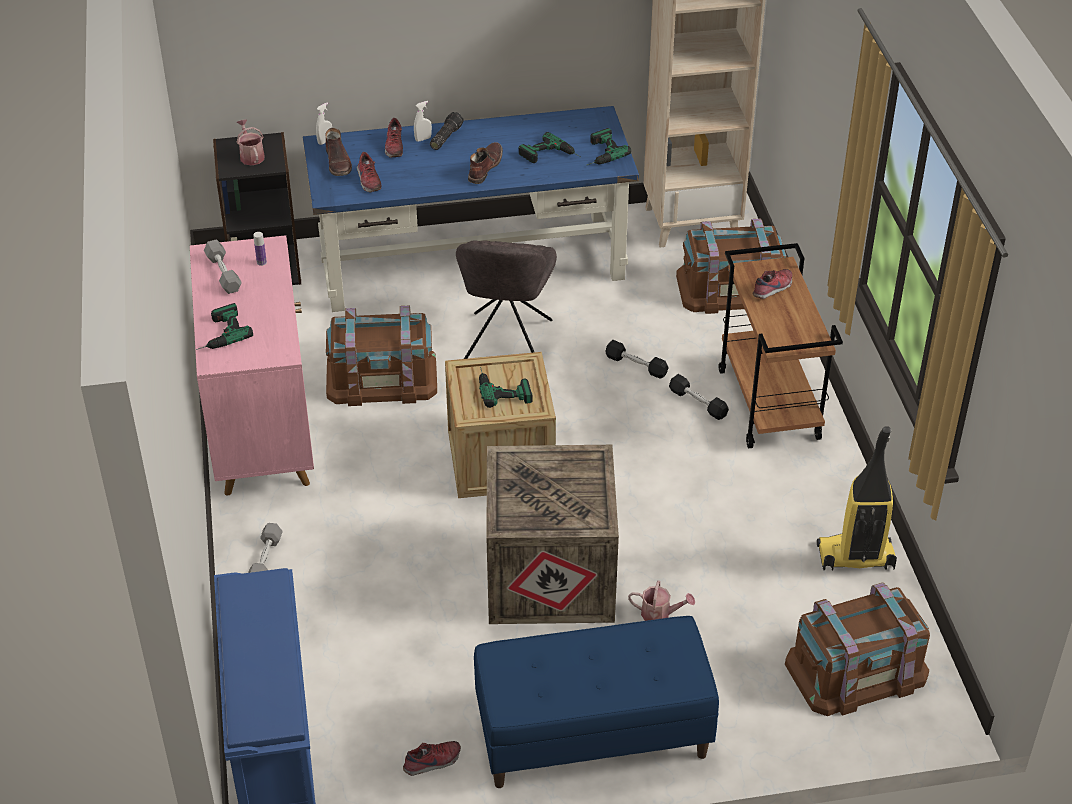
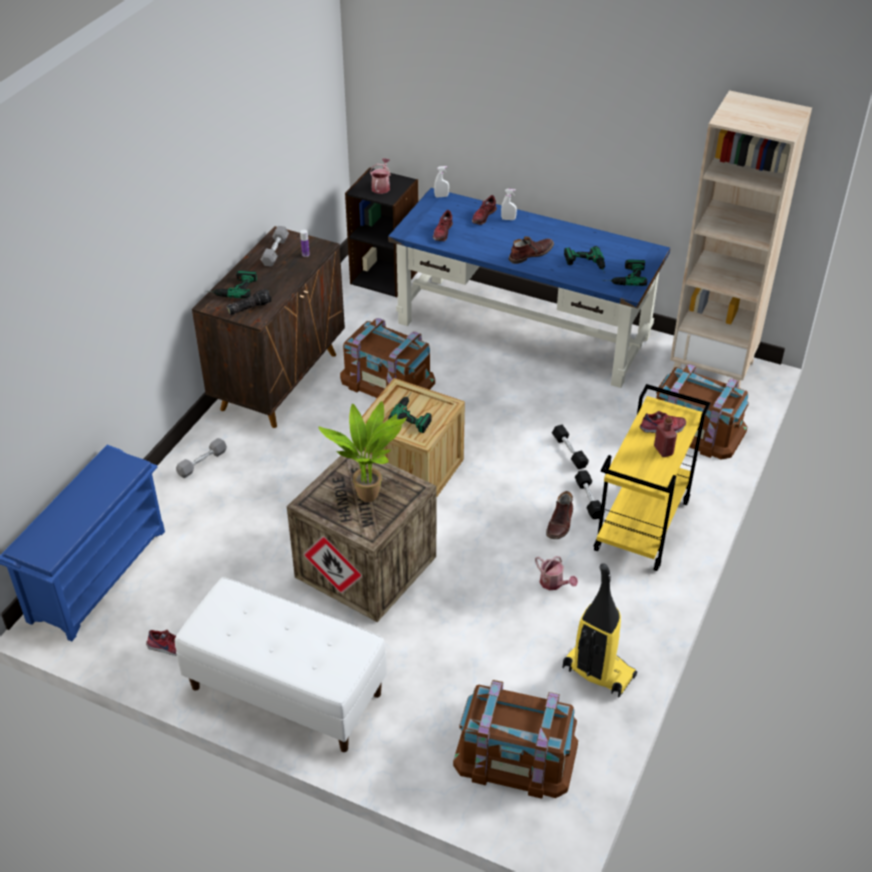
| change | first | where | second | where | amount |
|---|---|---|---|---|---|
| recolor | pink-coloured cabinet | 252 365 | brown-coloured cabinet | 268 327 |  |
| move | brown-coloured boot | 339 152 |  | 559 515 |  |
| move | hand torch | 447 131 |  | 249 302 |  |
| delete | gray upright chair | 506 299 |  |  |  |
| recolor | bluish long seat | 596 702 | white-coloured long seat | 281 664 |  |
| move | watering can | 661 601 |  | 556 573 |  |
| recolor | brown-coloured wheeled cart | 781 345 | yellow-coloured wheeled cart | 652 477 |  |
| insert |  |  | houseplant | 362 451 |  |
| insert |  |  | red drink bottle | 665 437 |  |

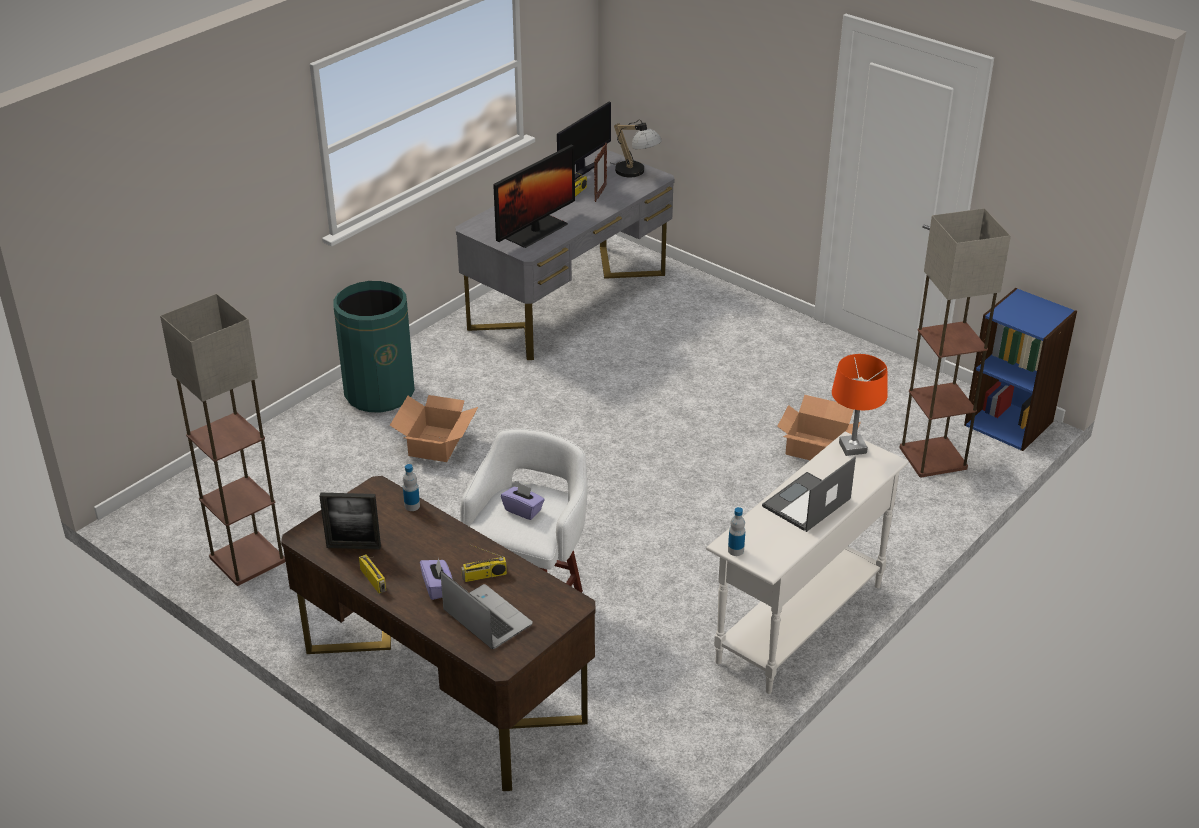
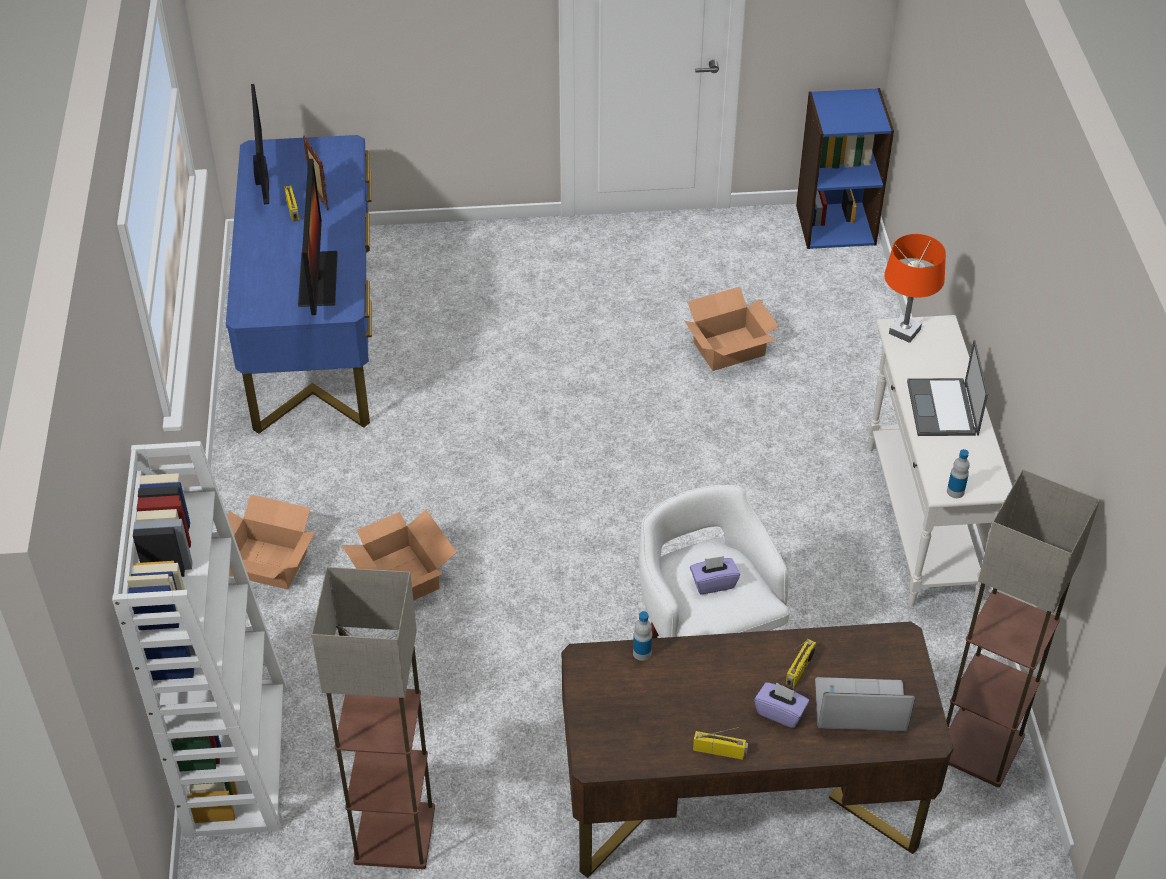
| change | first | where | second | where | amount |
|---|---|---|---|---|---|
| delete | photo frame | 350 521 |  |  |  |
| replace | greenish trash can | 374 346 | cardboard box | 271 542 |  |
| recolor | gray desk unit | 564 254 | bluish desk unit | 299 284 |  |
| delete | table lamp | 636 148 |  |  |  |
| move | standing lamp | 955 342 |  | 1023 628 |  |
| insert |  |  | white-coloured bookcase | 199 639 |  |

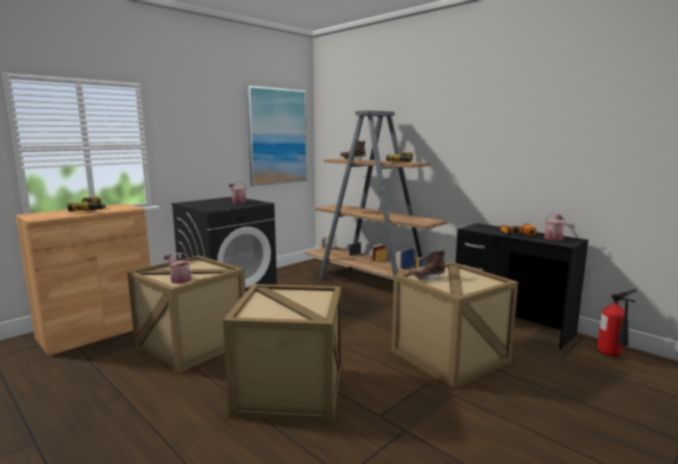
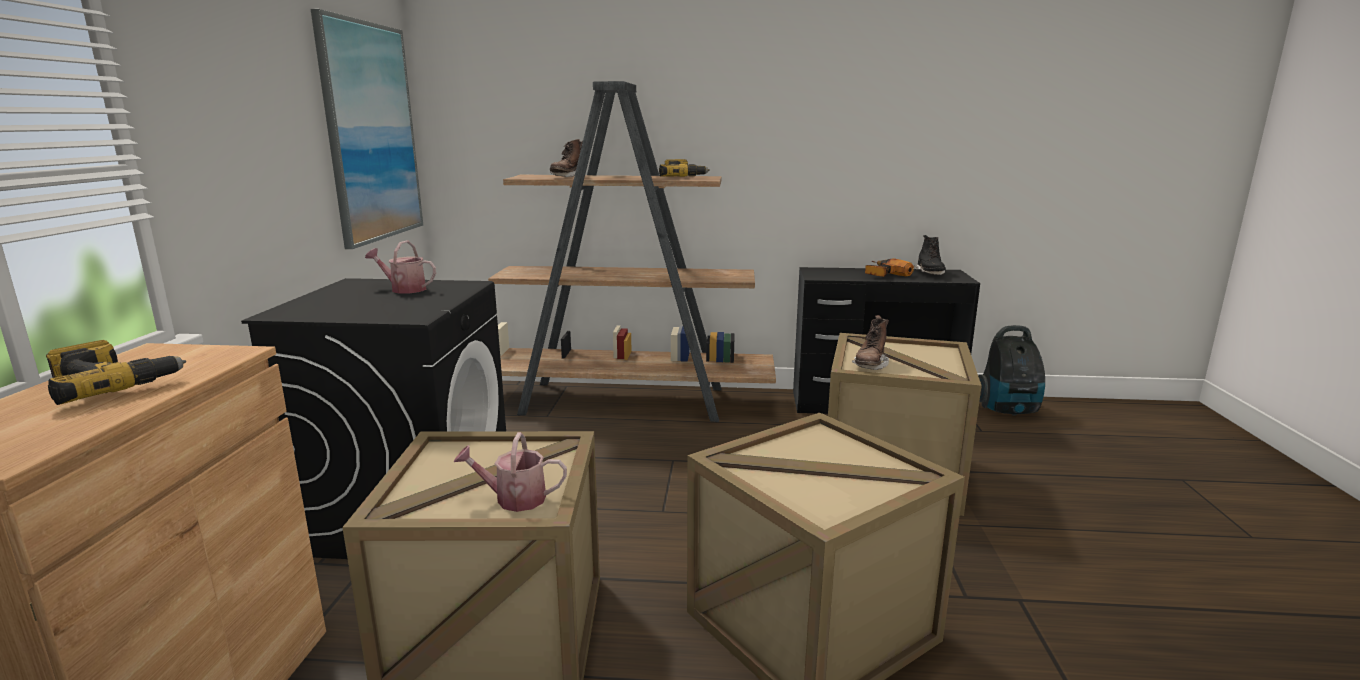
| change | first | where | second | where | amount |
|---|---|---|---|---|---|
| replace | watering can | 555 227 | black-coloured boot | 930 255 |  |
| replace | fire-fighting cylinder | 617 322 | vacuum cleaner | 1011 370 |  |

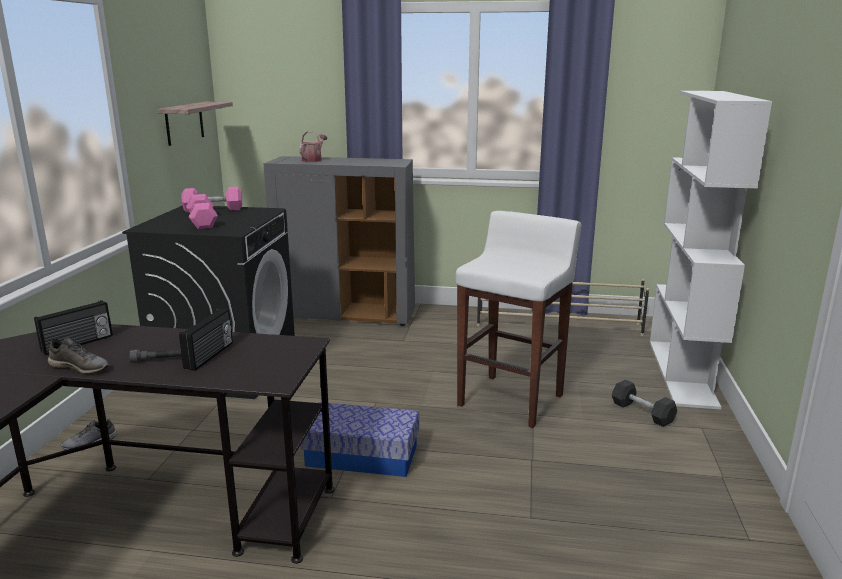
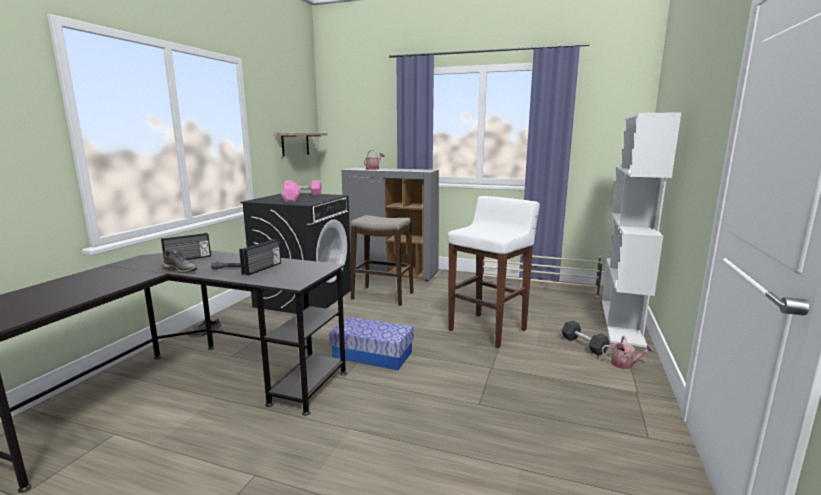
| change | first | where | second | where | amount |
|---|---|---|---|---|---|
| insert |  |  | stool | 382 260 |  |
| insert |  |  | watering can | 628 352 |  |

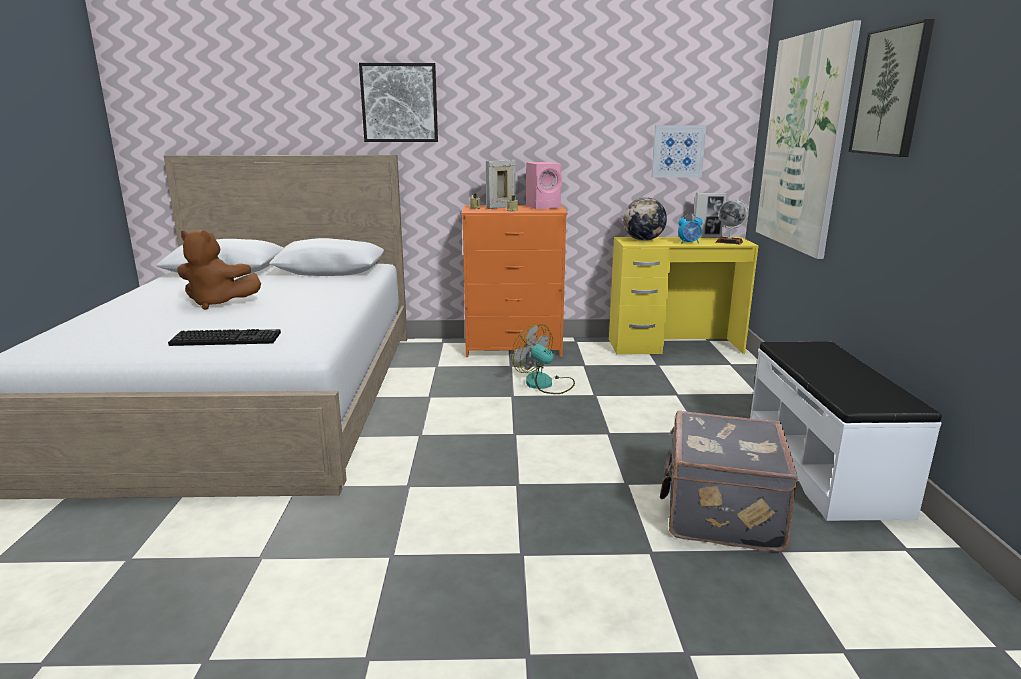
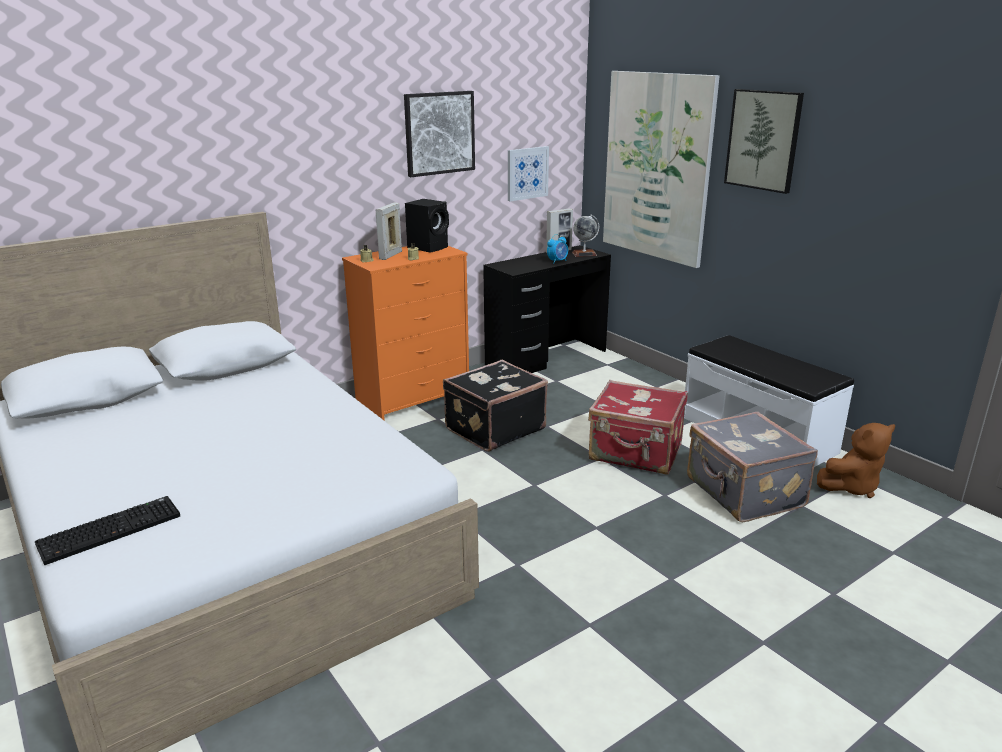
| change | first | where | second | where | amount |
|---|---|---|---|---|---|
| move | PC keyboard | 224 337 |  | 107 530 |  |
| move | brown-coloured cuddly toy | 219 270 |  | 856 460 |  |
| move | wall art | 398 102 |  | 439 134 |  |
| replace | fan | 543 359 | black-coloured travel case | 495 406 |  |
| recolor | pink-coloured audio speaker | 544 185 | black-coloured audio speaker | 427 226 |  |
| recolor | yellow-coloured desk unit | 683 295 | black-coloured desk unit | 547 309 |  |
| delete | desk globe | 645 219 |  |  |  |
| insert |  |  | red travel case | 638 427 |  |

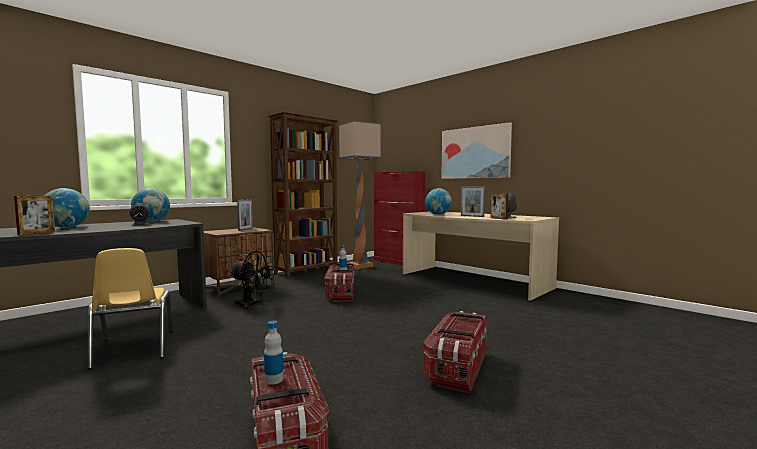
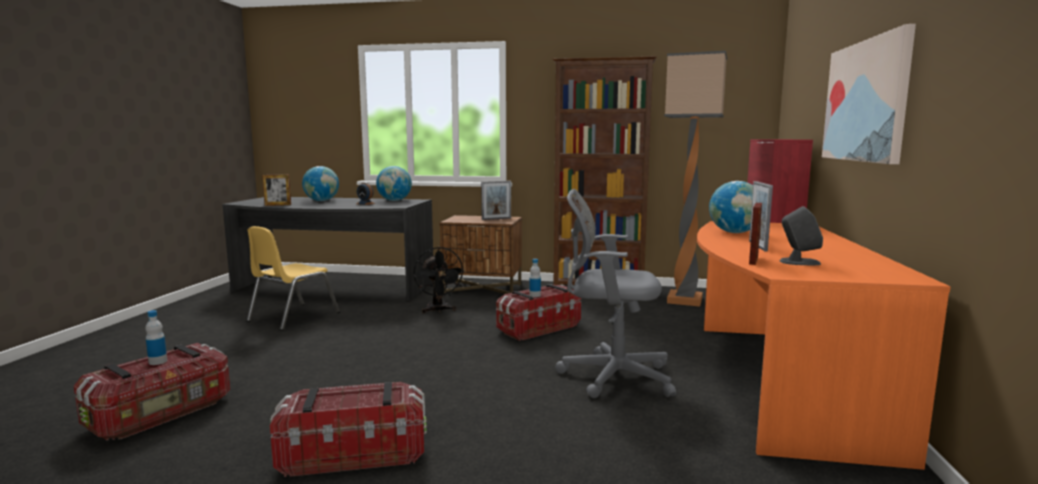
| change | first | where | second | where | amount |
|---|---|---|---|---|---|
| recolor | beige desk unit | 481 256 | orangey desk unit | 824 345 |  |
| insert |  |  | gray computer chair | 615 293 |  |

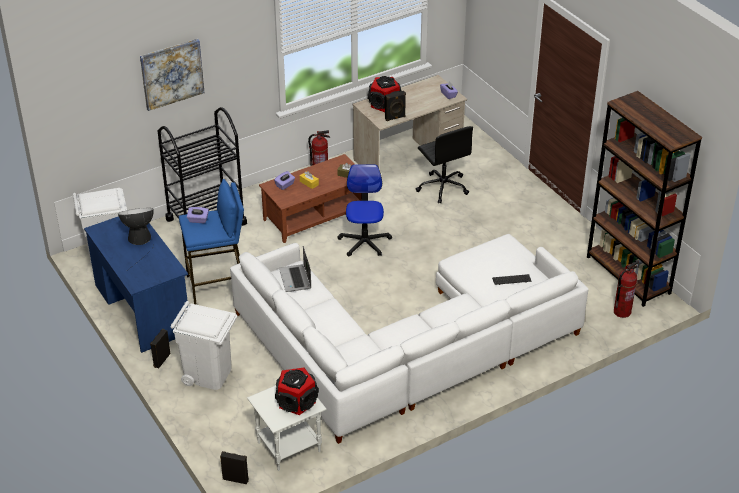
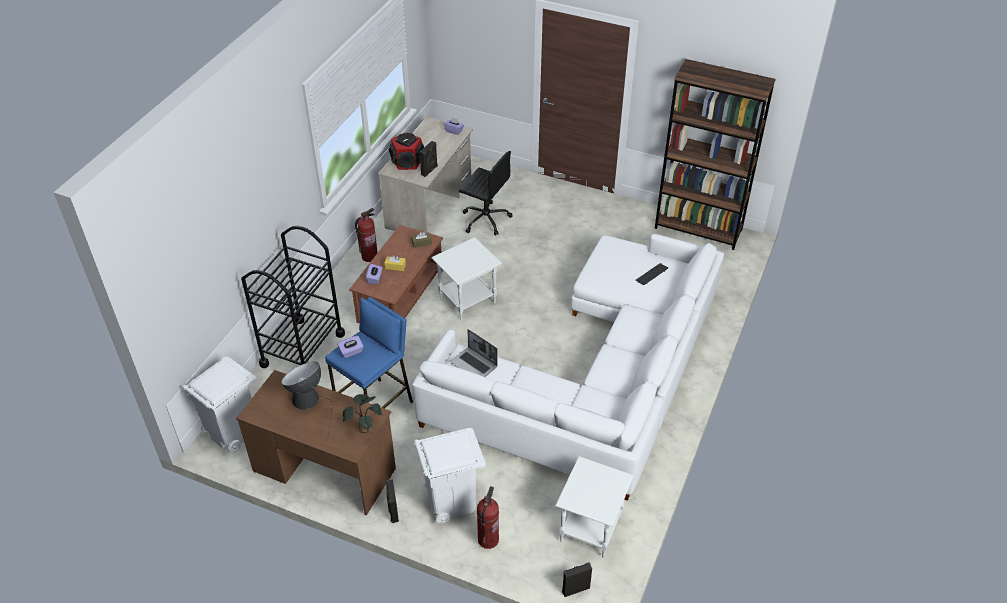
| change | first | where | second | where | amount |
|---|---|---|---|---|---|
| recolor | bluish desk unit | 136 284 | brown-coloured desk unit | 316 442 |  |
| delete | wall art | 172 75 |  |  |  |
| delete | audio speaker | 297 391 |  |  |  |
| replace | computer chair | 364 210 | white-coloured end table | 466 278 |  |
| move | fire-fighting cylinder | 626 289 |  | 488 517 |  |
| insert |  |  | houseplant | 362 413 |  |

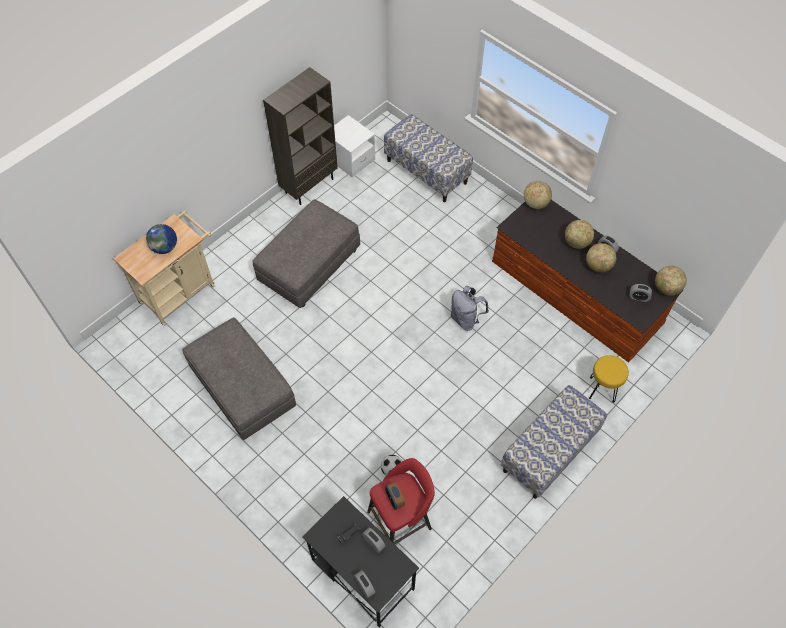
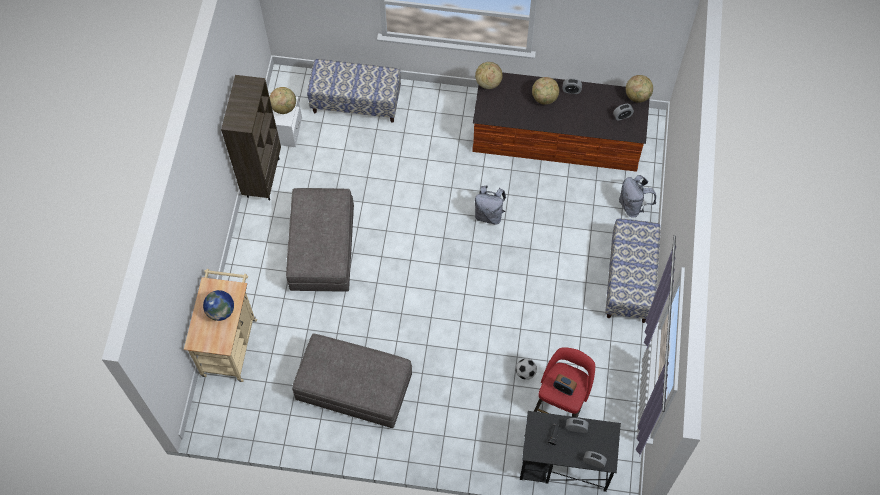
| change | first | where | second | where | amount |
|---|---|---|---|---|---|
| move | desk globe | 601 258 |  | 283 100 |  |
| replace | yellow-coloured stool | 609 379 | gray knapsack | 637 196 |  |

